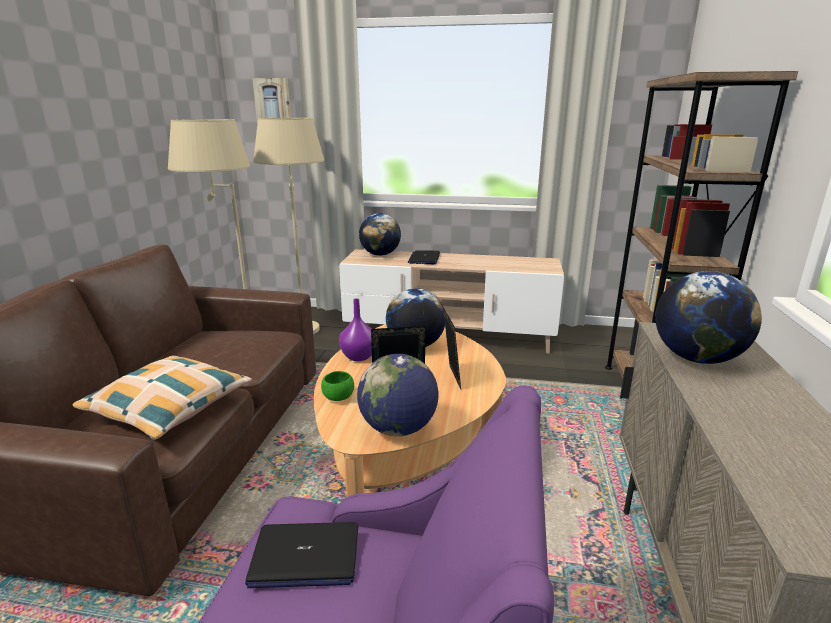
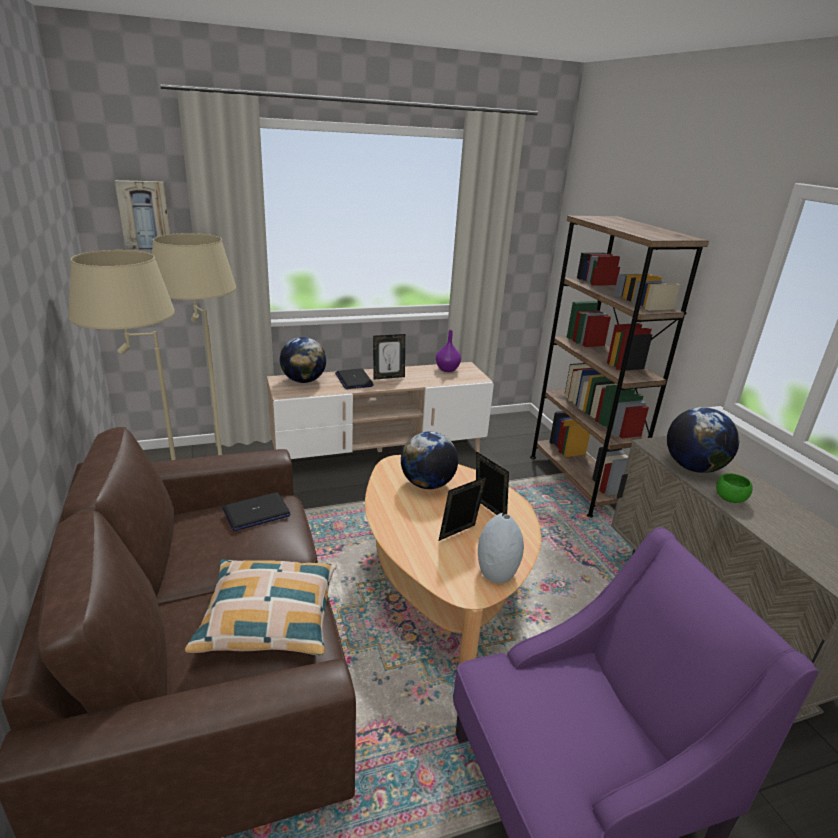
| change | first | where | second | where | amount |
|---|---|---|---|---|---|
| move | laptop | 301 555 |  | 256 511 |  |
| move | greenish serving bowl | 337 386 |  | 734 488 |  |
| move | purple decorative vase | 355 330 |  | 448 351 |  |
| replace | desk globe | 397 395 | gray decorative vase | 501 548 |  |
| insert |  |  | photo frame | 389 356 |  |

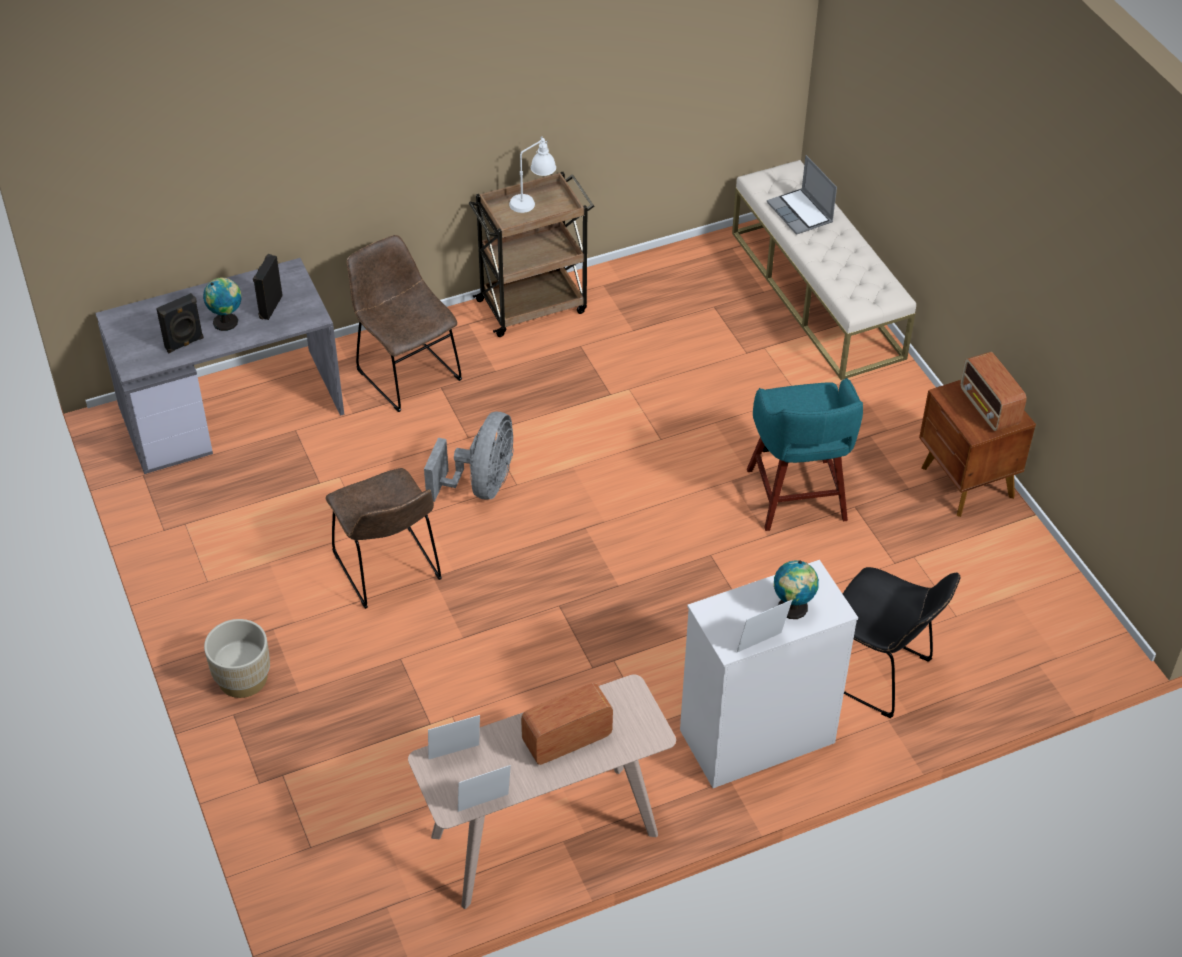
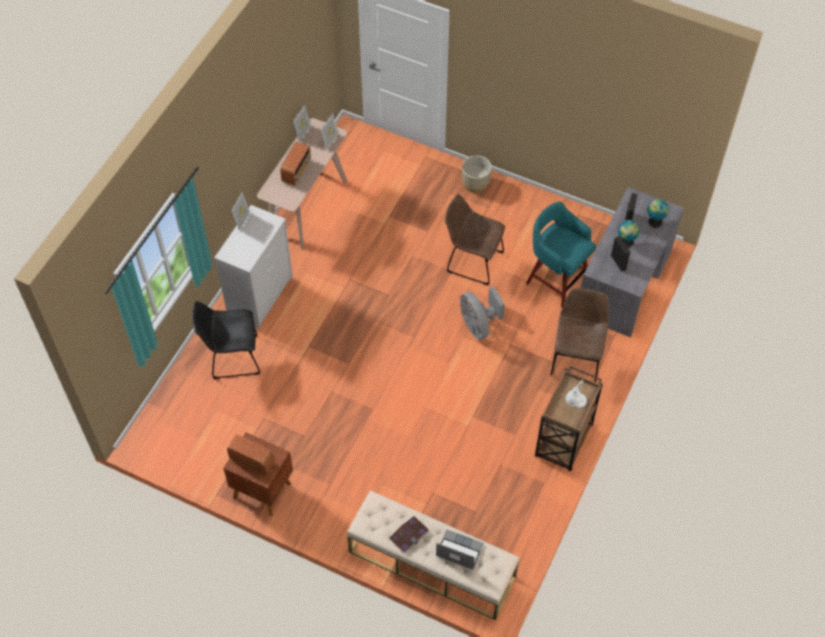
| change | first | where | second | where | amount |
|---|---|---|---|---|---|
| rotate | brown-coloured upright chair | 404 323 |  | 579 335 | 90 degrees counterclockwise |
| move | turquoise-coloured stool | 805 454 |  | 561 255 |  |
| move | desk globe | 796 589 |  | 658 213 |  |
| insert |  |  | volume | 409 535 |  |

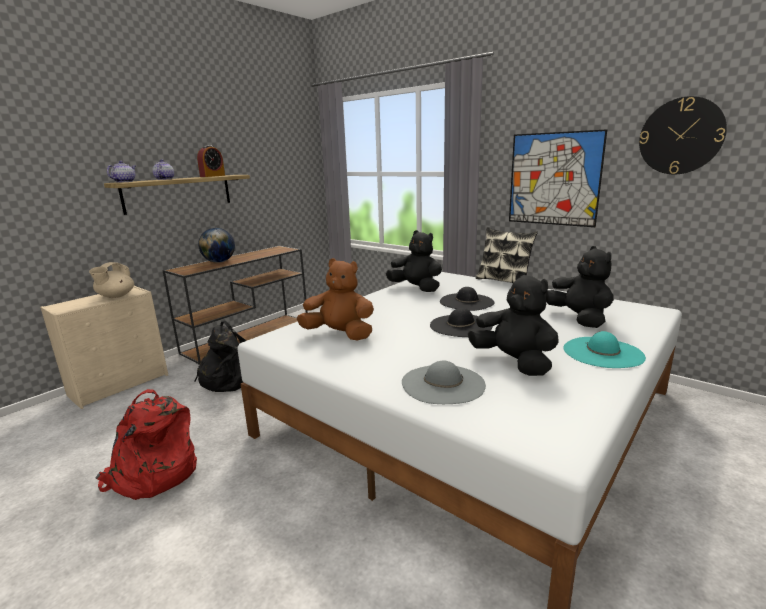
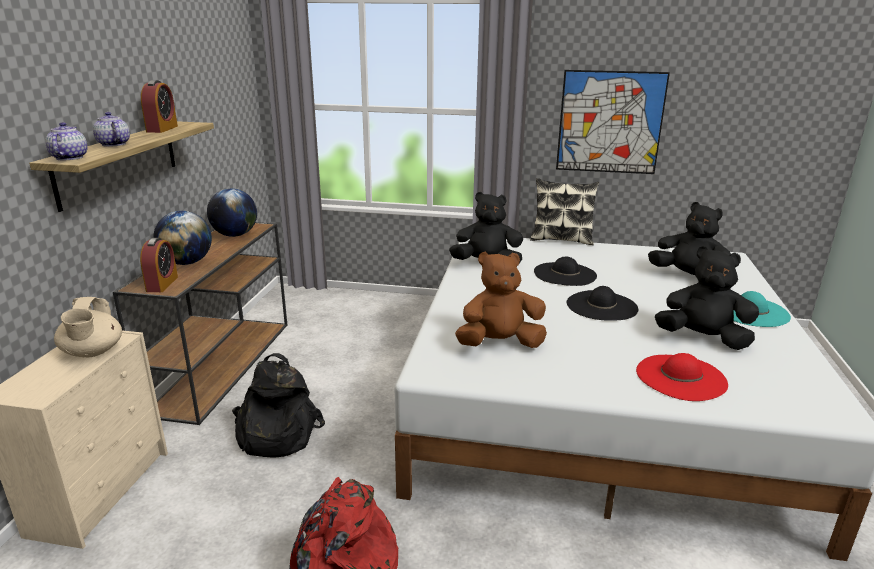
| change | first | where | second | where | amount |
|---|---|---|---|---|---|
| recolor | gray wearable hat | 444 382 | red wearable hat | 682 377 |  |
| delete | hanging clock | 683 135 |  |  |  |
| insert |  |  | table clock | 159 265 |  |
| insert |  |  | desk globe | 232 212 |  |

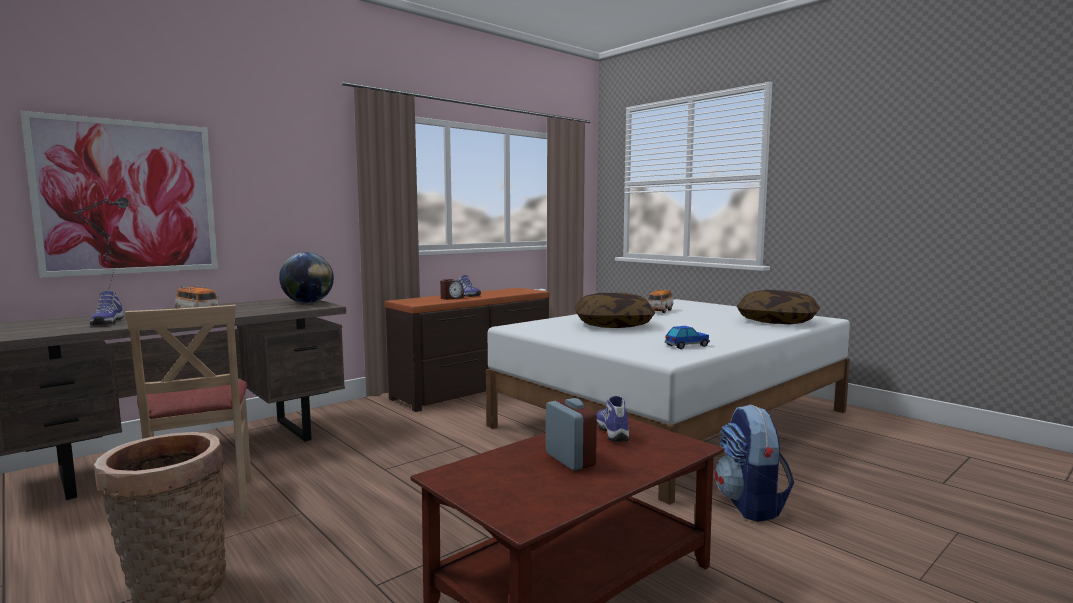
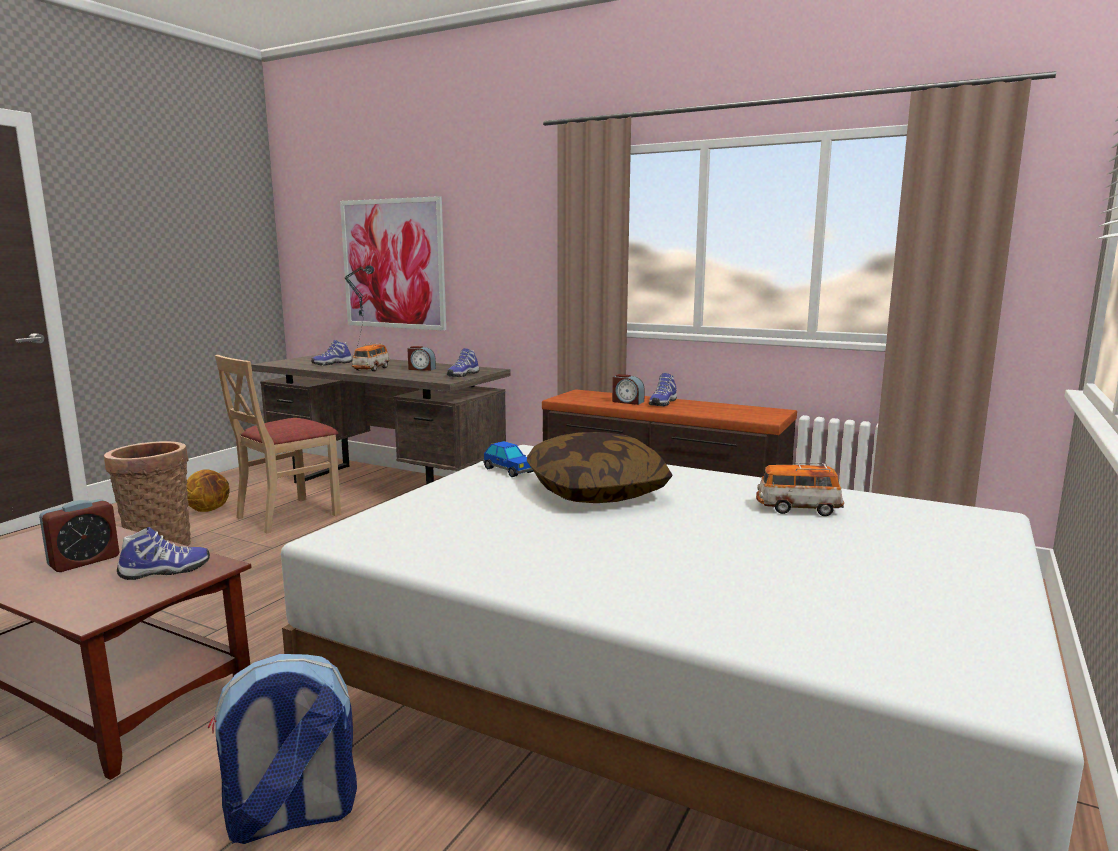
| change | first | where | second | where | amount |
|---|---|---|---|---|---|
| replace | desk globe | 306 277 | shoe | 463 362 |  |
| move | toy car | 687 337 |  | 508 459 |  |
| delete | cushion | 778 307 |  |  |  |
| insert |  |  | ball for basketball | 208 490 |  |
| insert |  |  | table clock | 421 358 |  |

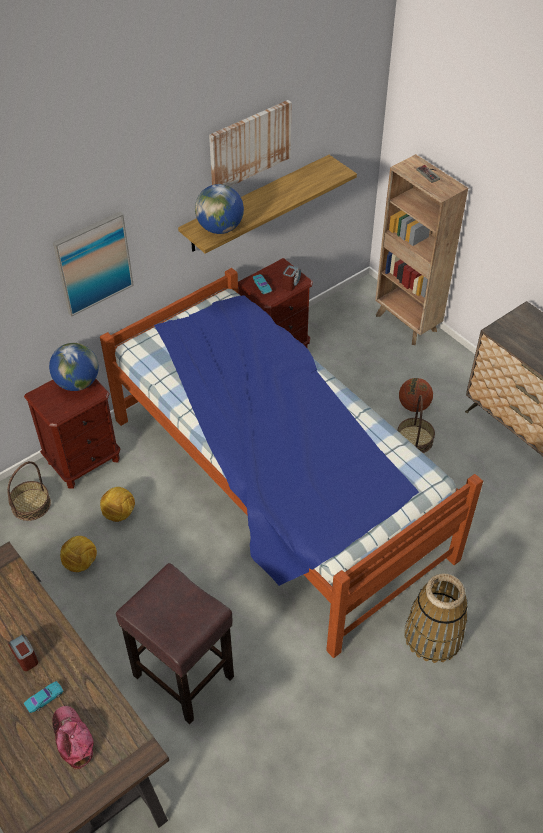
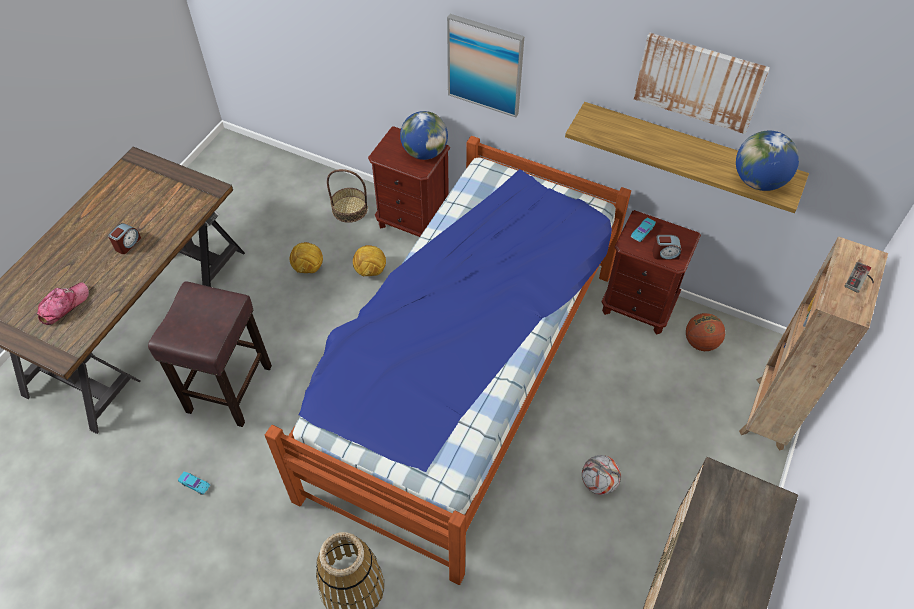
| change | first | where | second | where | amount |
|---|---|---|---|---|---|
| move | turquoise-coloured toy car | 43 697 |  | 194 483 |  |
| move | desk globe | 219 209 |  | 767 161 |  |
| replace | basket | 416 424 | ball for football | 601 475 |  |
| move | ball for basketball | 416 395 |  | 705 332 |  |

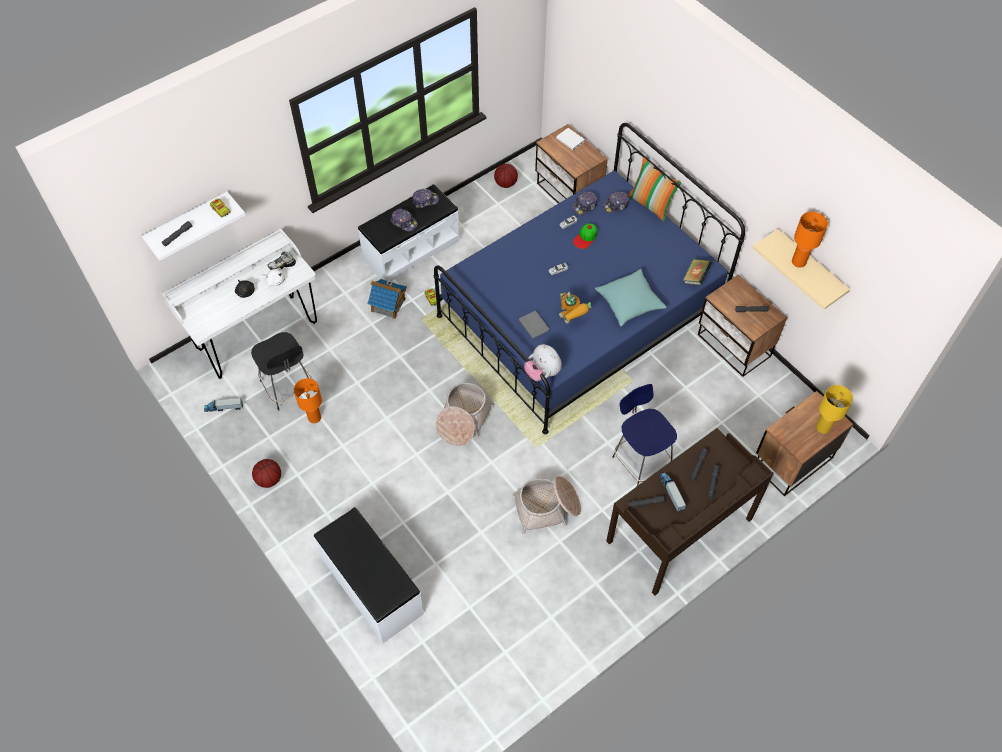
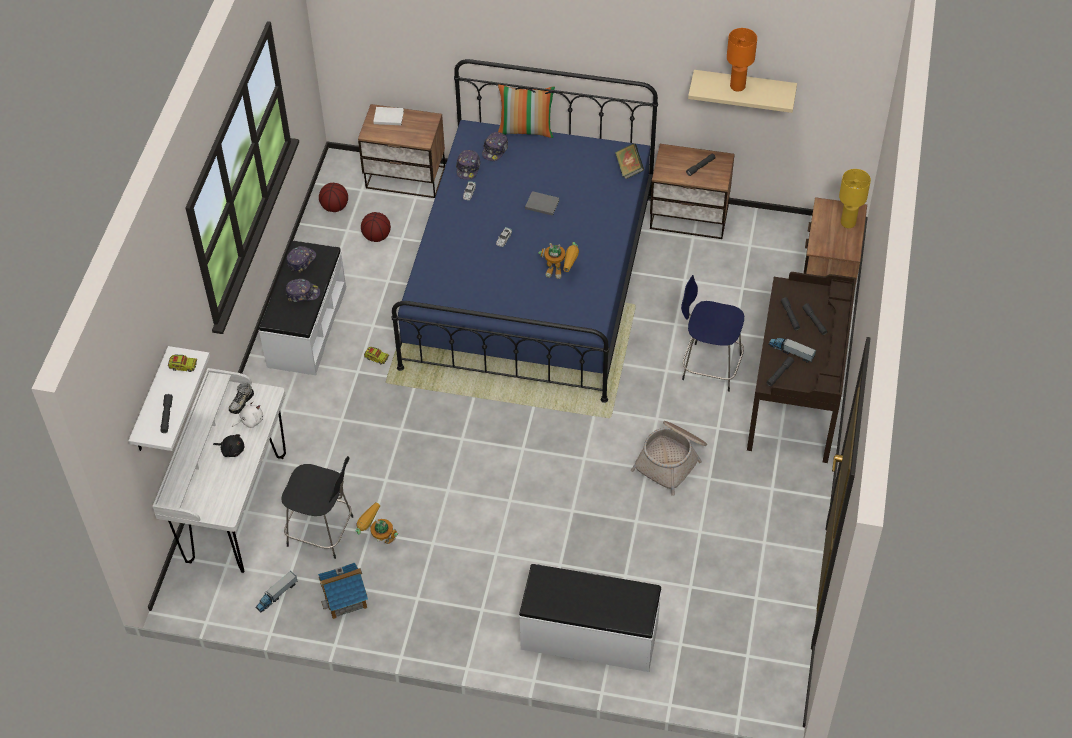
| change | first | where | second | where | amount |
|---|---|---|---|---|---|
| move | ball for basketball | 266 473 |  | 376 227 |  |
| replace | orangey table lamp | 308 400 | model robot | 376 523 |  |
| move | toy house | 387 299 |  | 343 591 |  |
| delete | basket | 465 414 |  |  |  |
| move | gray volume | 534 325 |  | 542 203 |  |
| delete | cuddly toy | 543 362 |  |  |  |
| delete | baseball cap | 585 236 |  |  |  |
| delete | turquoise-coloured cushion | 631 297 |  |  |  |

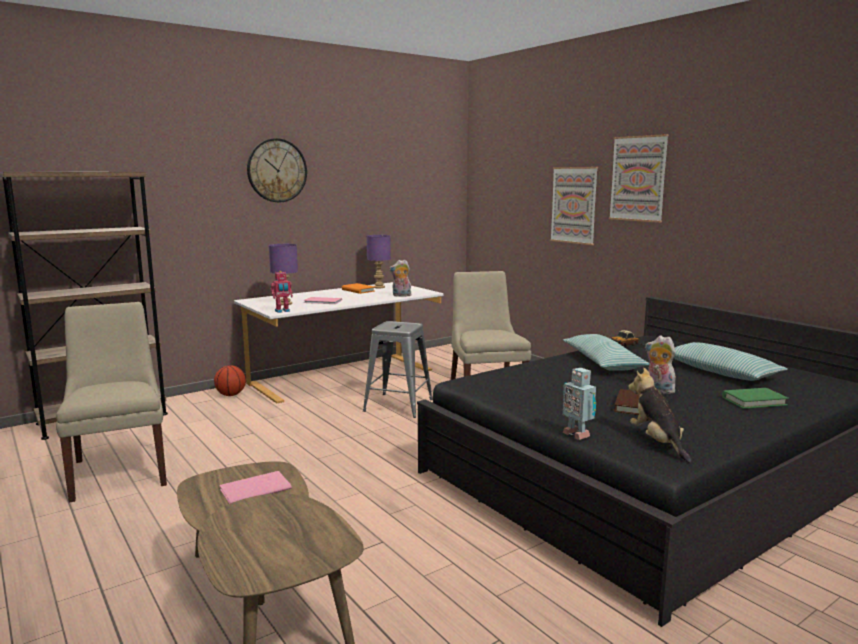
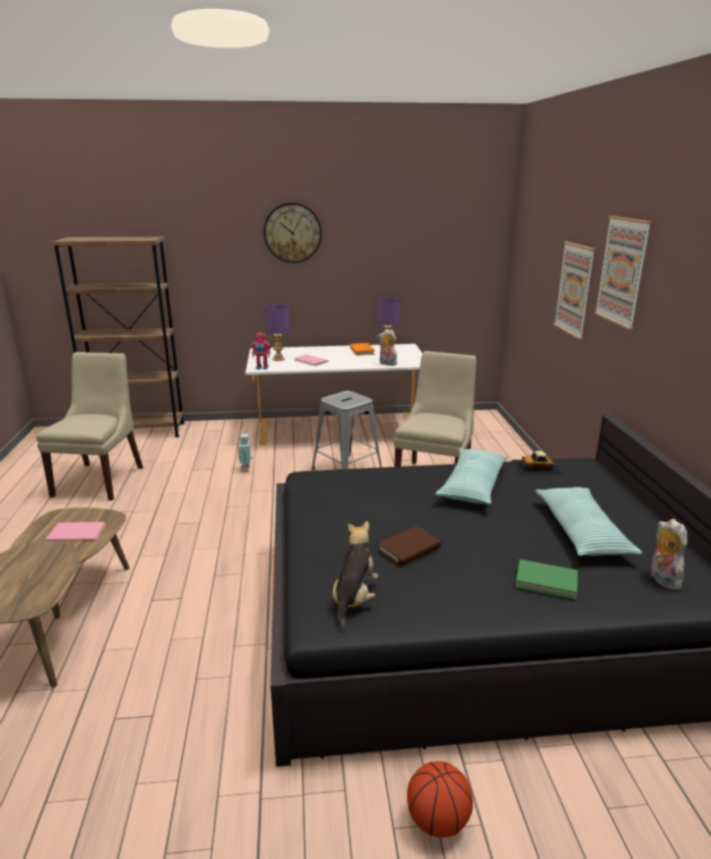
| change | first | where | second | where | amount |
|---|---|---|---|---|---|
| move | ball for basketball | 230 380 |  | 440 799 |  |
| move | model robot | 579 404 |  | 245 453 |  |
| move | cuddly toy | 661 364 |  | 669 554 |  |

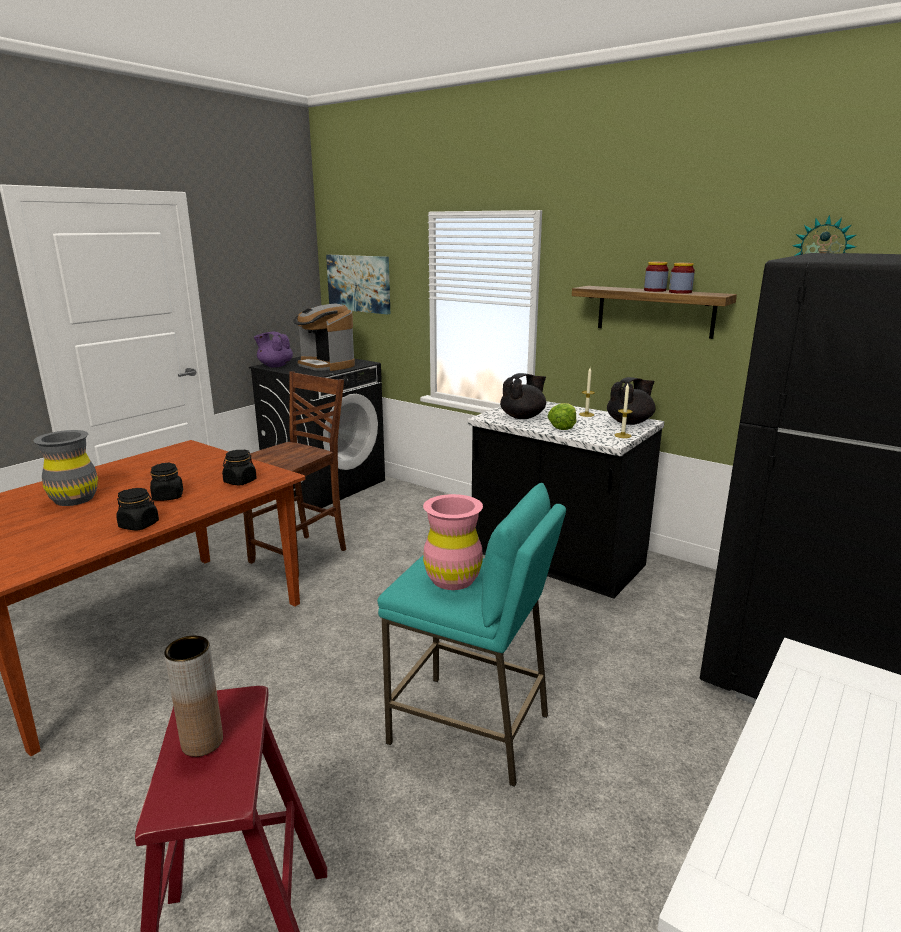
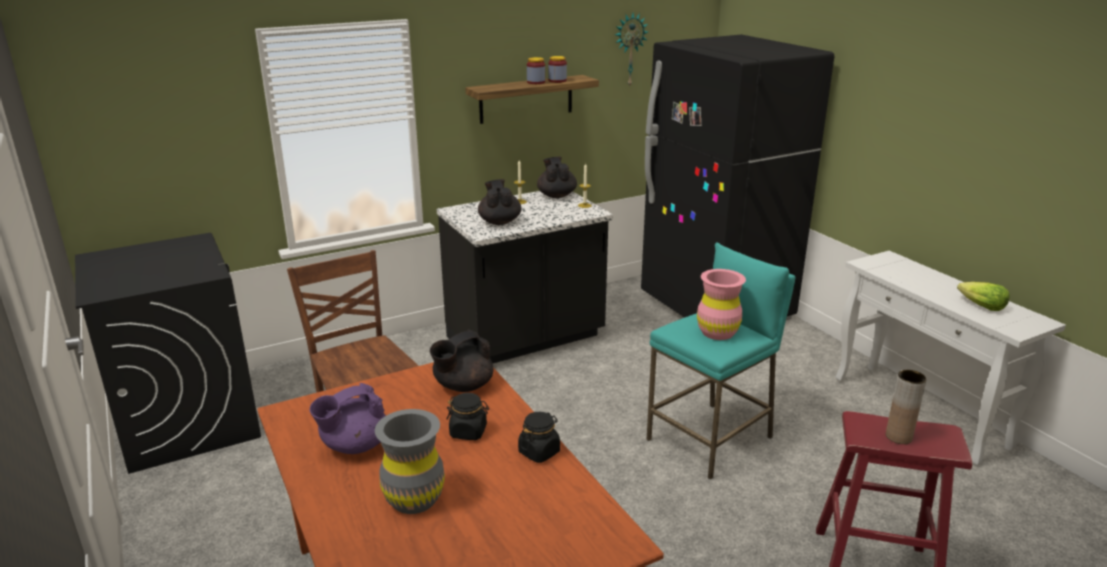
| change | first | where | second | where | amount |
|---|---|---|---|---|---|
| replace | black-coloured jar | 239 468 | black-coloured tea pot | 462 361 |  |
| move | purple tea pot | 273 349 |  | 348 418 |  |
| delete | coffee brewer | 324 337 |  |  |  |
| delete | wall art | 358 284 |  |  |  |
| move | lettuce | 561 416 |  | 983 296 |  |

